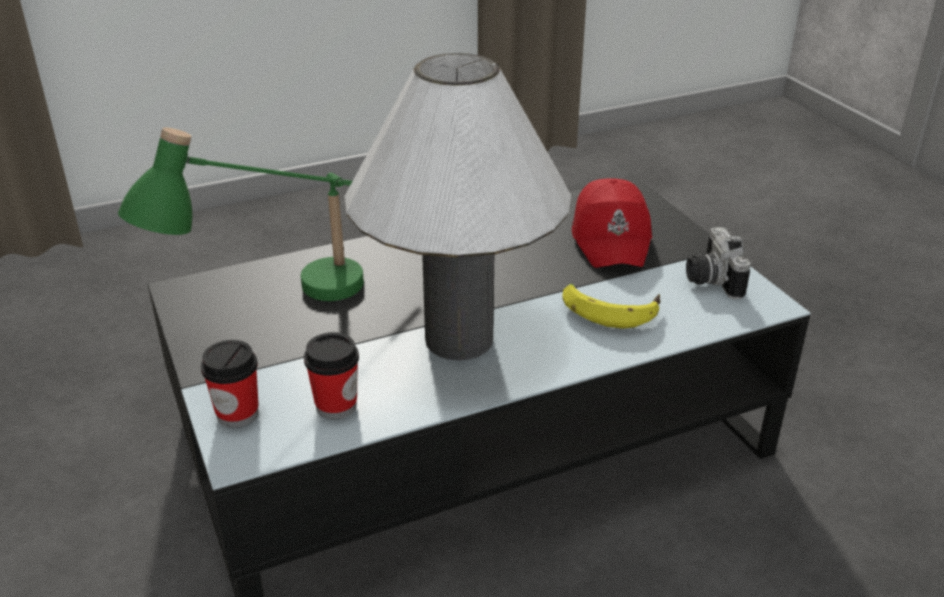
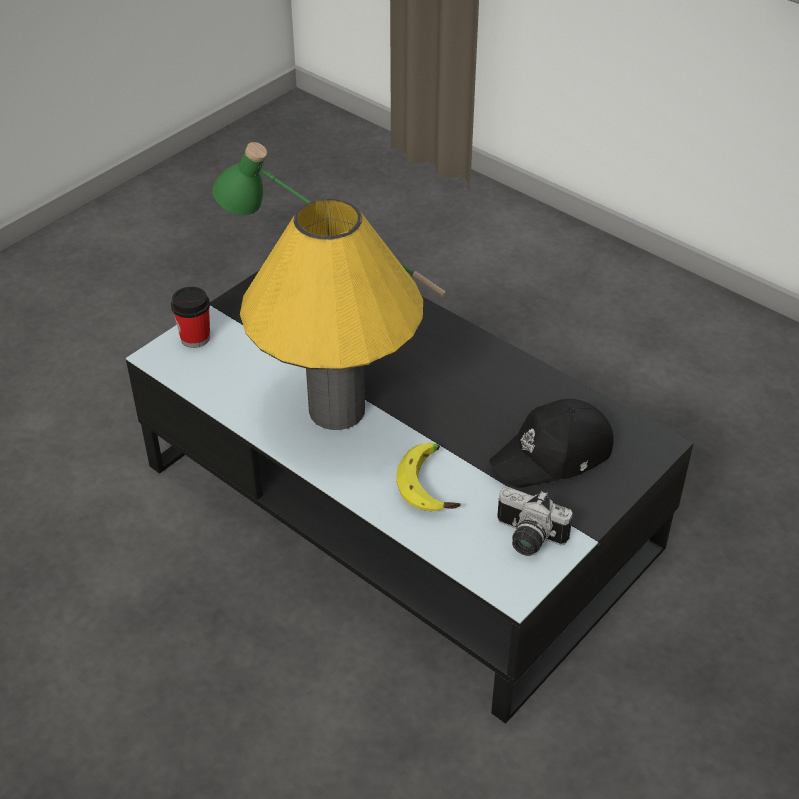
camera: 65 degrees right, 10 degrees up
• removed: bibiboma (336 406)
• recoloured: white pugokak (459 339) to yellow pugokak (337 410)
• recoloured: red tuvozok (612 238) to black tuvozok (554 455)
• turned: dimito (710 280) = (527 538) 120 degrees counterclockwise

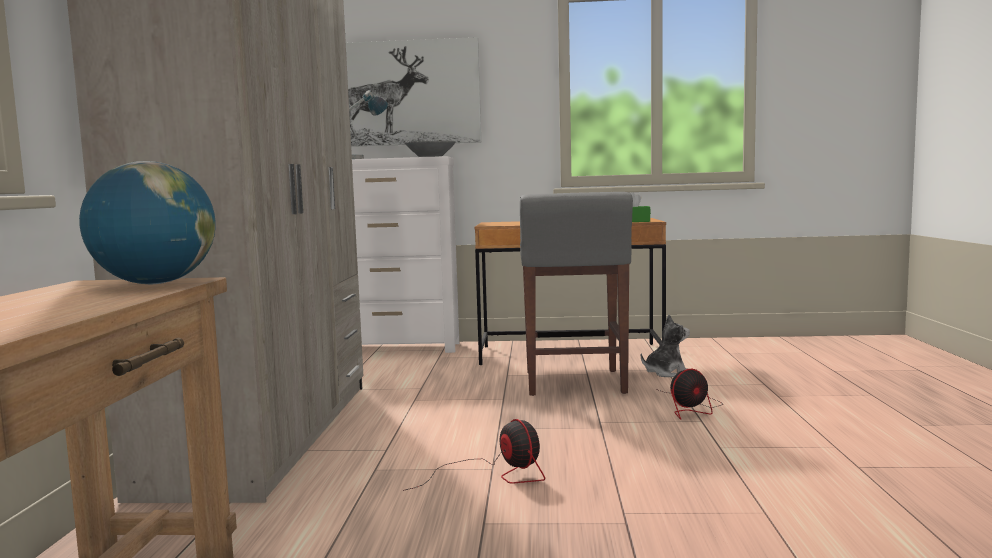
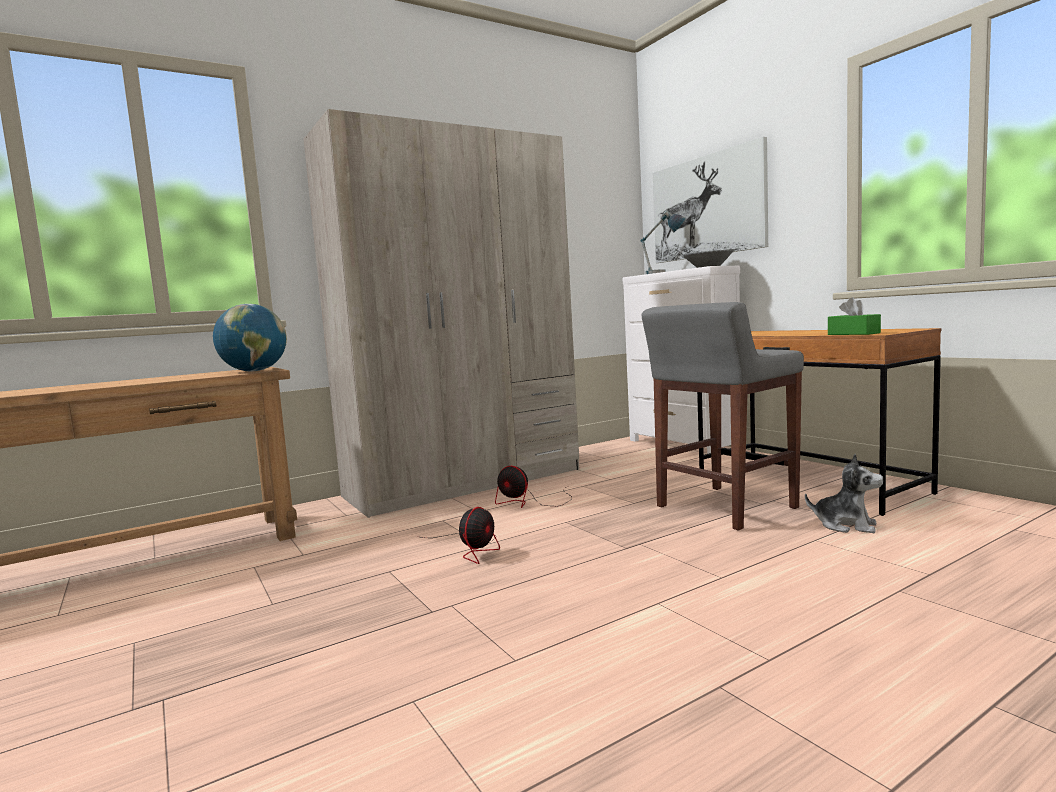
camera: 55 degrees right, 0 degrees up
• moved: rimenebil (691 409) to (531 502)

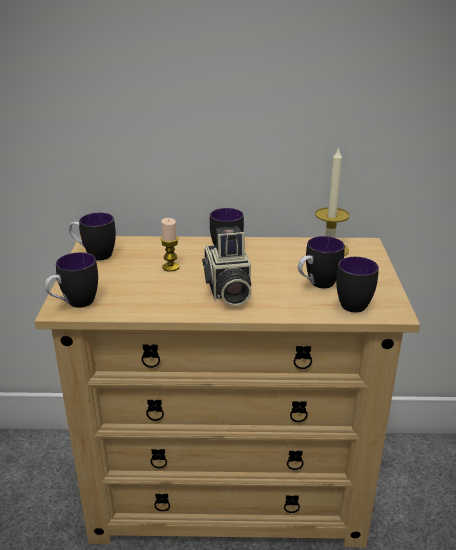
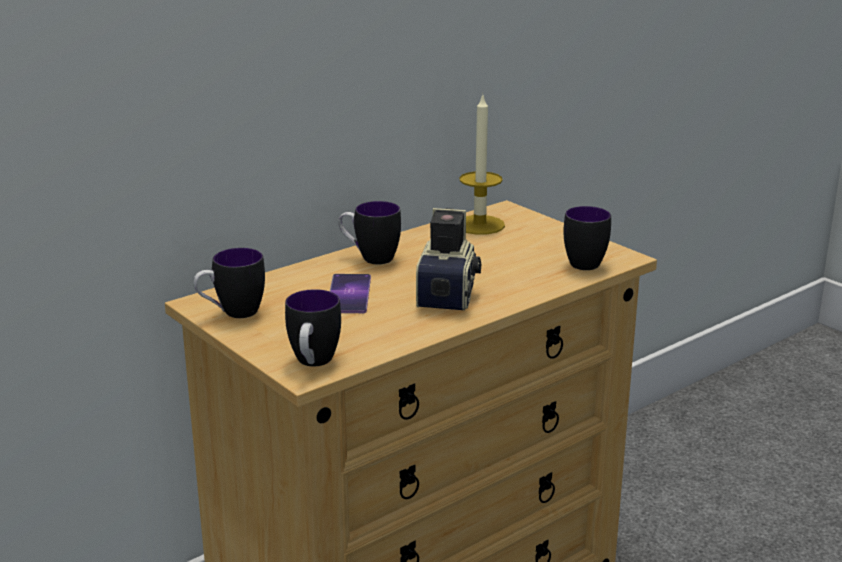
camera: 40 degrees left, 5 degrees down
• replaced: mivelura (171 267) to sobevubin (349 294)
• turned: dimito (227 290) = (450 293) 120 degrees counterclockwise
• removed: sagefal (317 285)

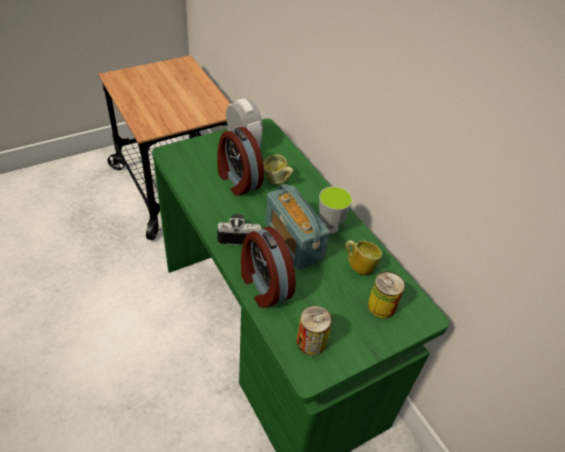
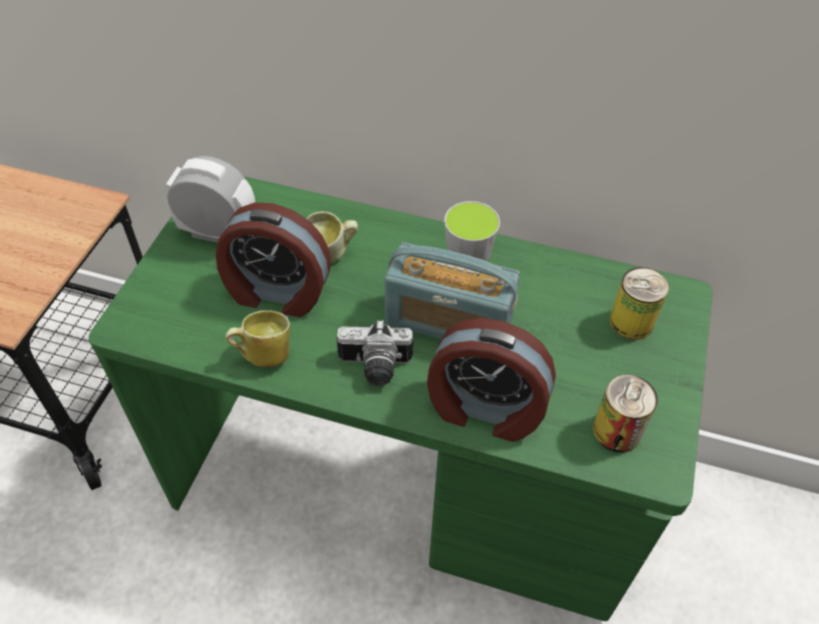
camera: 40 degrees left, 5 degrees up
• turned: dimito (239 235) = (374 368) 135 degrees counterclockwise
• moved: sagefal (359 265) to (263 354)

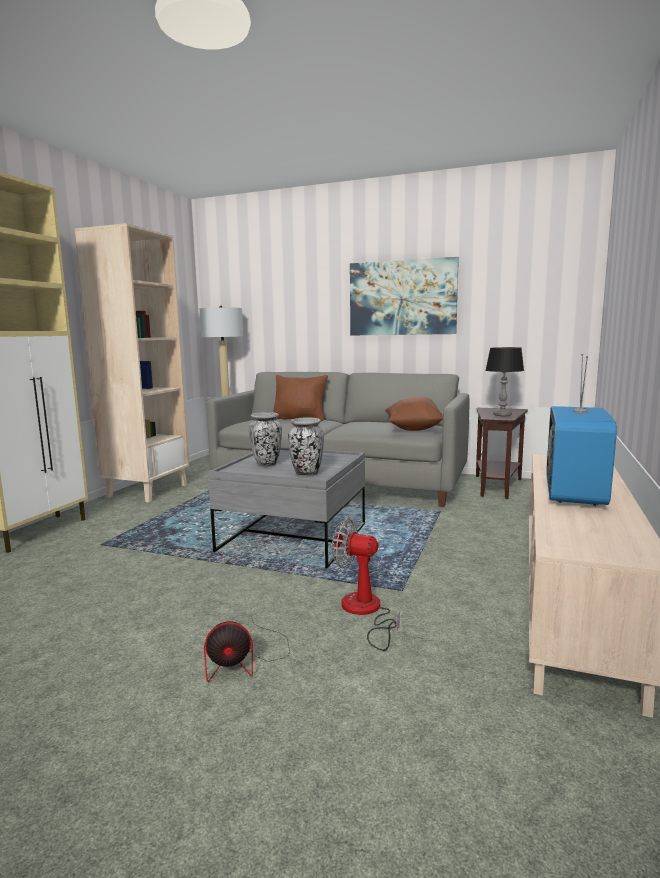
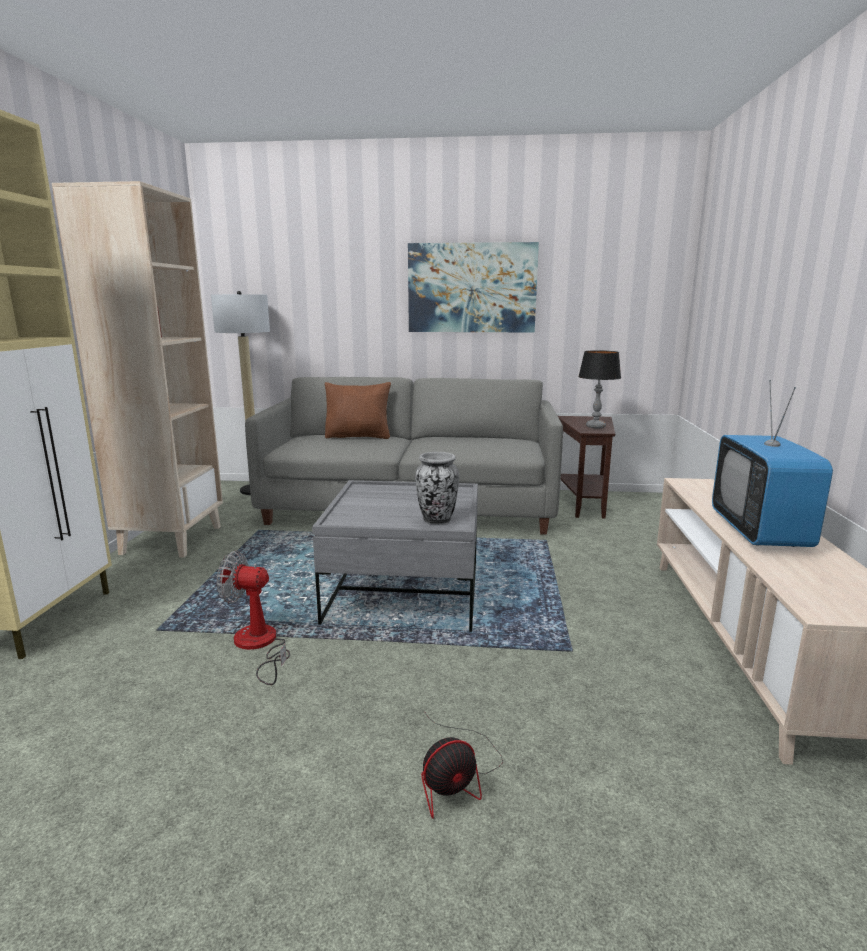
camera: 15 degrees left, 5 degrees up
• removed: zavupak (267 464)
• moved: rimenebil (365 612) to (259 646)
• removed: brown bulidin (413 429)

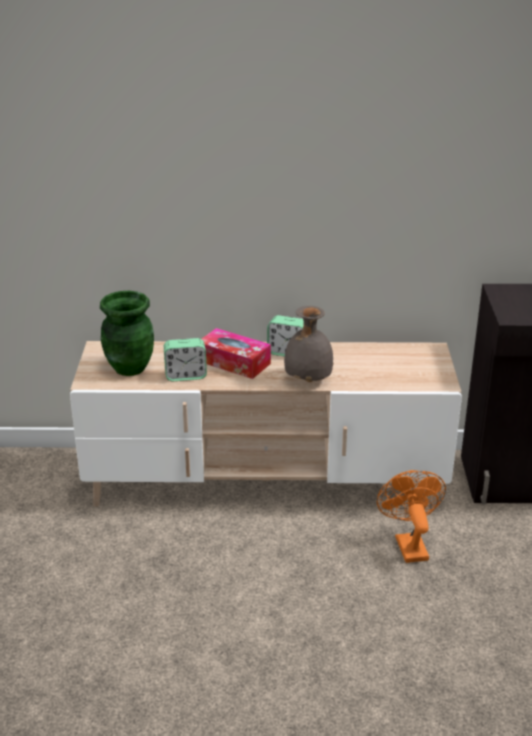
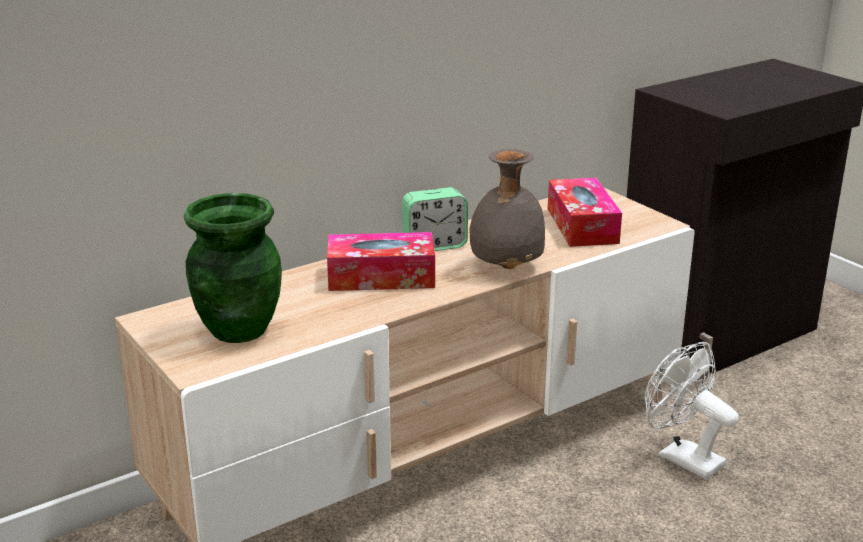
camera: 35 degrees left, 5 degrees down
• removed: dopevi (185 375)
• recoloured: orange rimenebil (408 544) to white rimenebil (682 457)
• added: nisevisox (582 225)

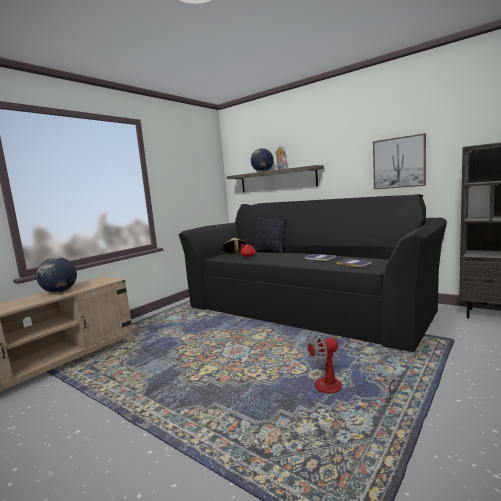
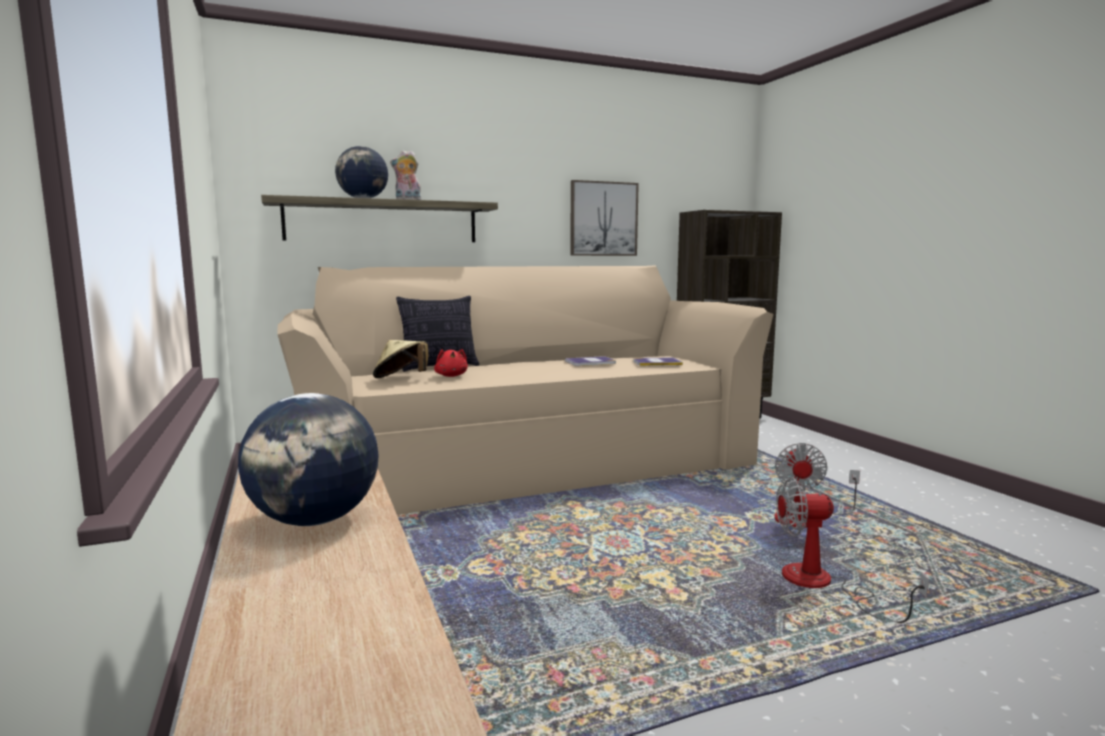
camera: 60 degrees left, 0 degrees up
• recoloured: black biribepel (306 306) to beige biribepel (523 460)
• added: rimenebil (822 585)

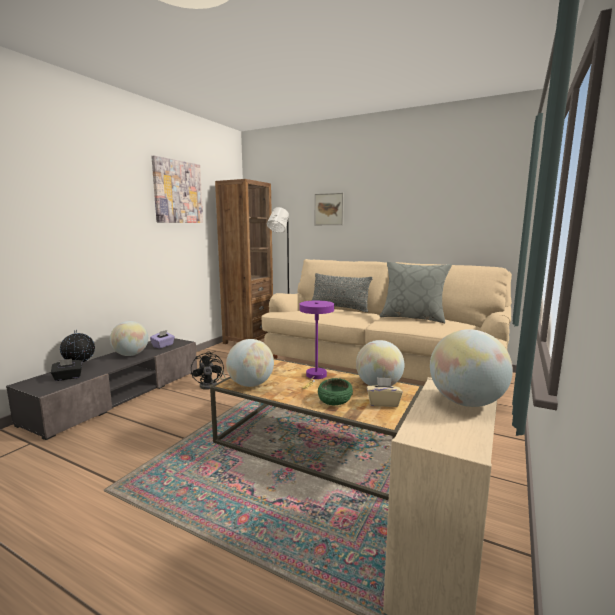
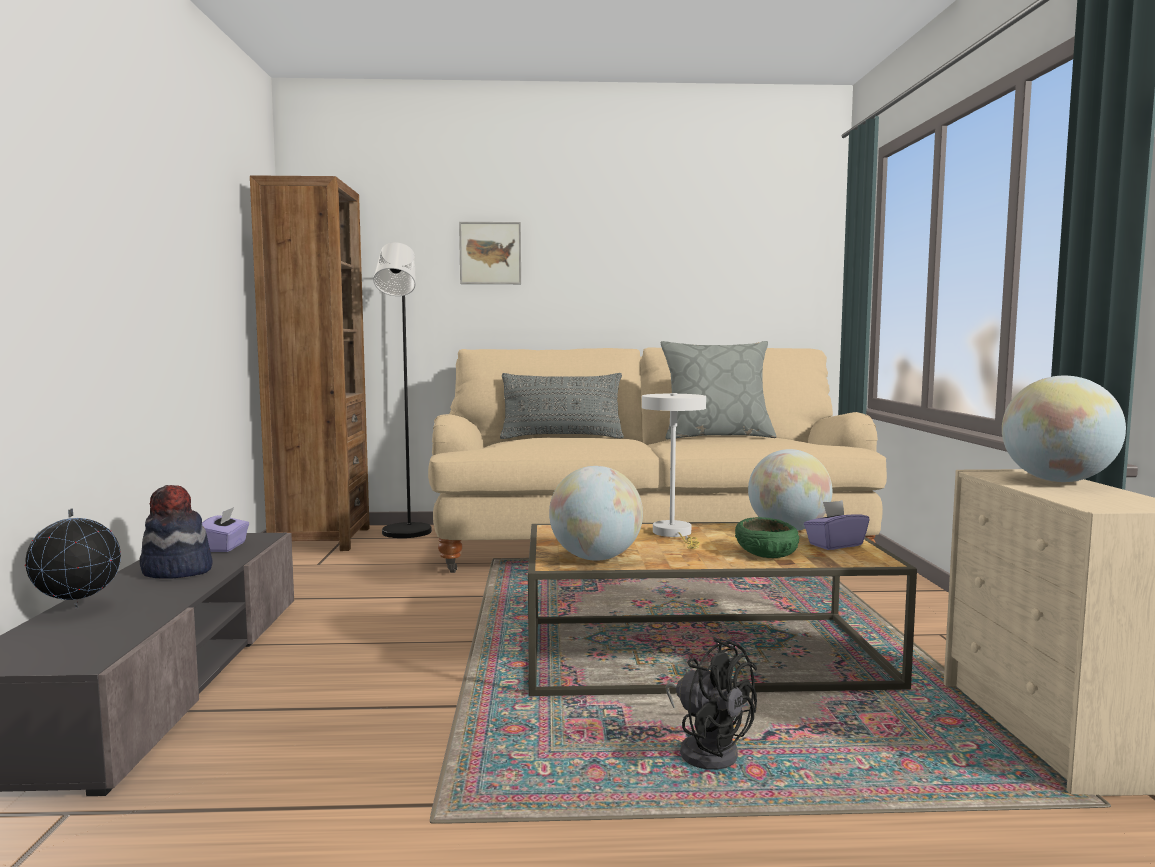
camera: 30 degrees left, 5 degrees down
• removed: black nisevisox (68 377)
• replaced: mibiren (131 355) to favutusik (177 571)
• removed: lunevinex (178 192)
• moved: black rimenebil (211 385) to (707 750)
• recoloured: purple pugokak (315 376) to white pugokak (675 534)
• recoloured: beige nisevisox (383 403) to purple nisevisox (835 545)

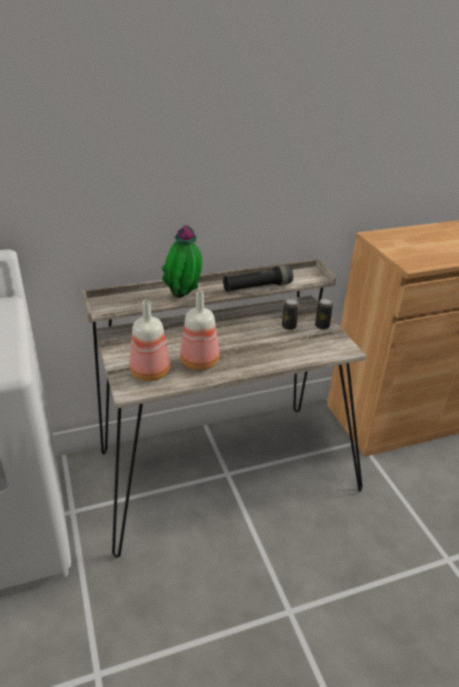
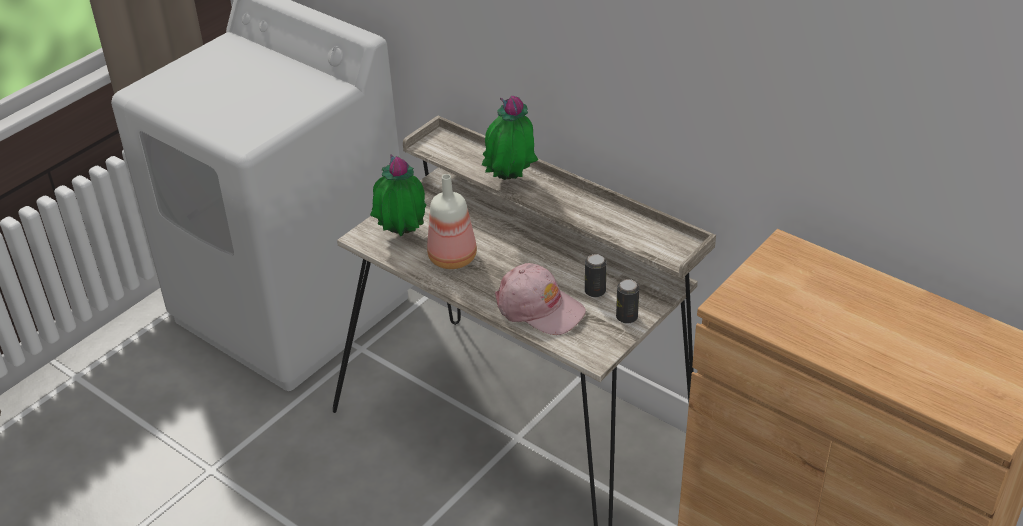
camera: 60 degrees right, 5 degrees up
• replaced: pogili (150 373) to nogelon (401 236)
• removed: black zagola (257 287)
• added: pink tuvozok (539 308)

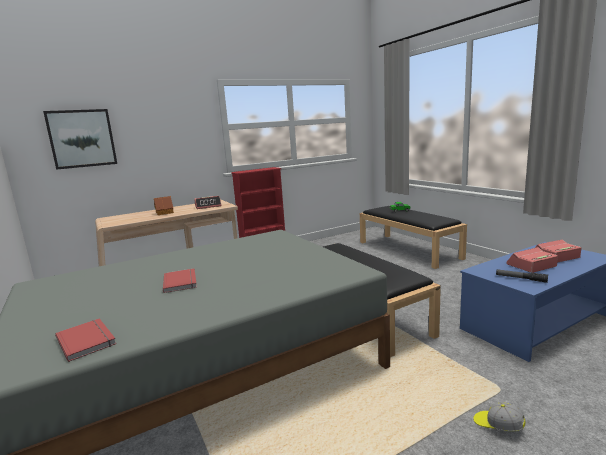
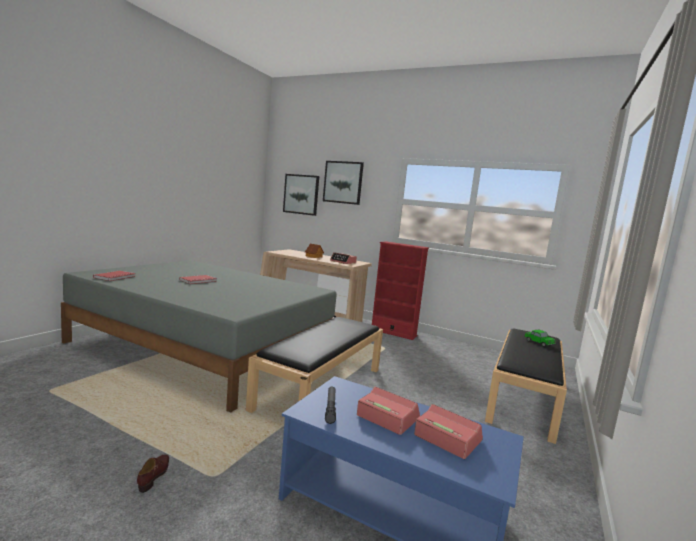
camera: 55 degrees right, 5 degrees down
• replaced: tuvozok (498 425) to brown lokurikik (155 475)
• added: lunevinex (343 182)

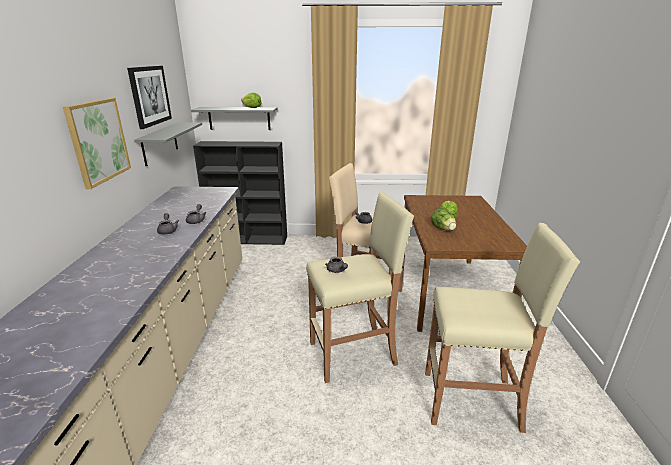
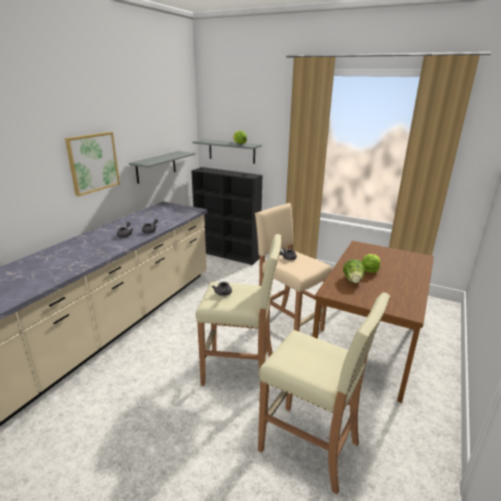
camera: 25 degrees right, 0 degrees up
• removed: lunevinex (150 95)

